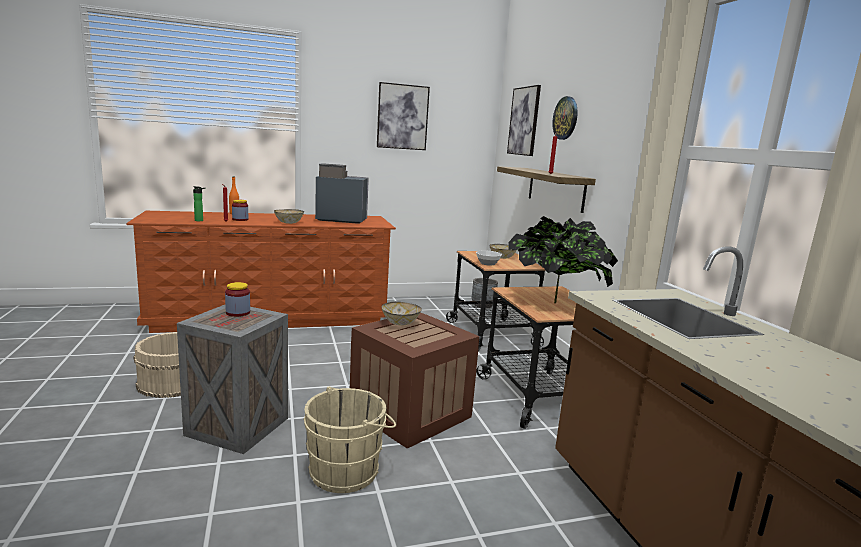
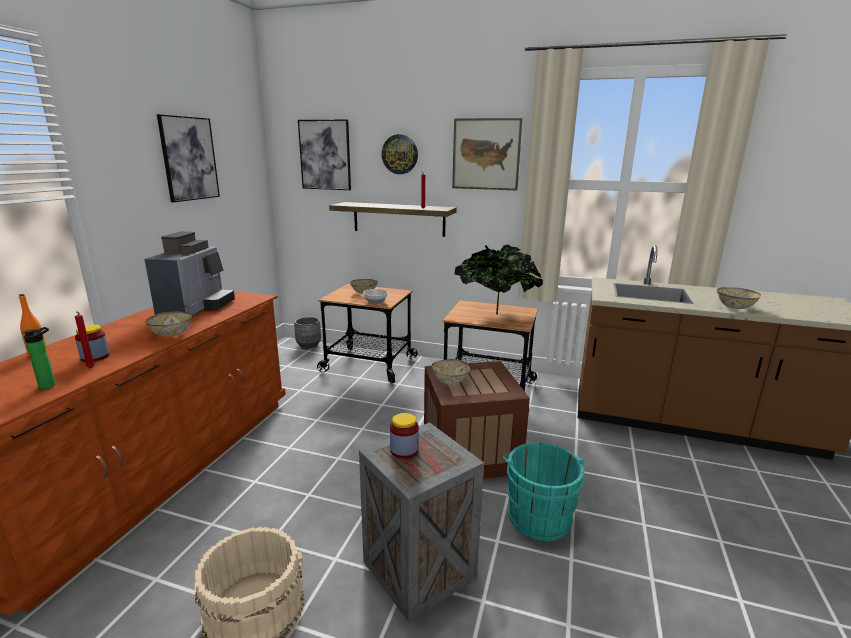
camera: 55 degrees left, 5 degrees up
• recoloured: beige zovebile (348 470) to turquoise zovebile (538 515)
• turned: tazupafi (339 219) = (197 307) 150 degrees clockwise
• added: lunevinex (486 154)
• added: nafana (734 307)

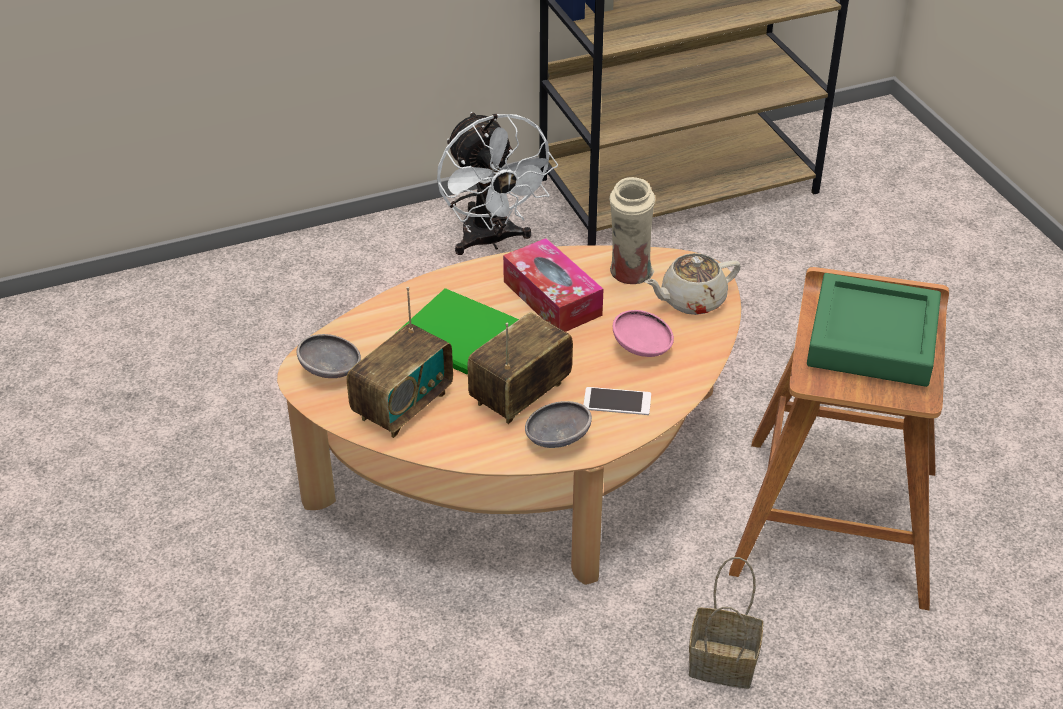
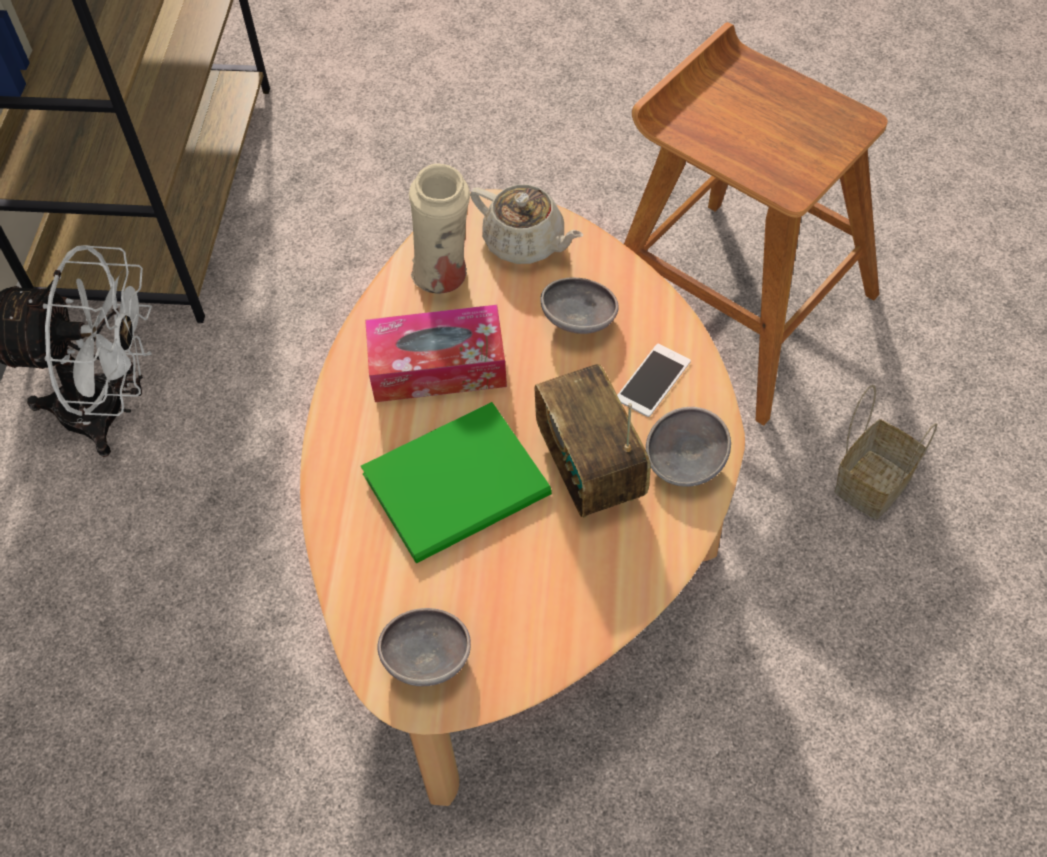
camera: 60 degrees left, 15 degrees up
• removed: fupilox (402 406)
• recoloured: pink nafana (643 349) to grey nafana (580 320)
• turned: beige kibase (691 300) = (526 243) 60 degrees counterclockwise
• removed: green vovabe (872 339)

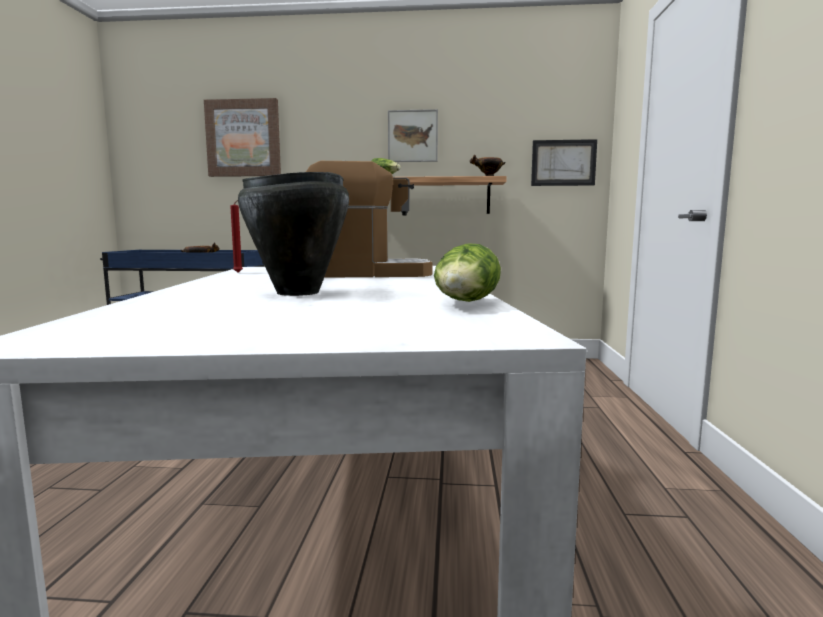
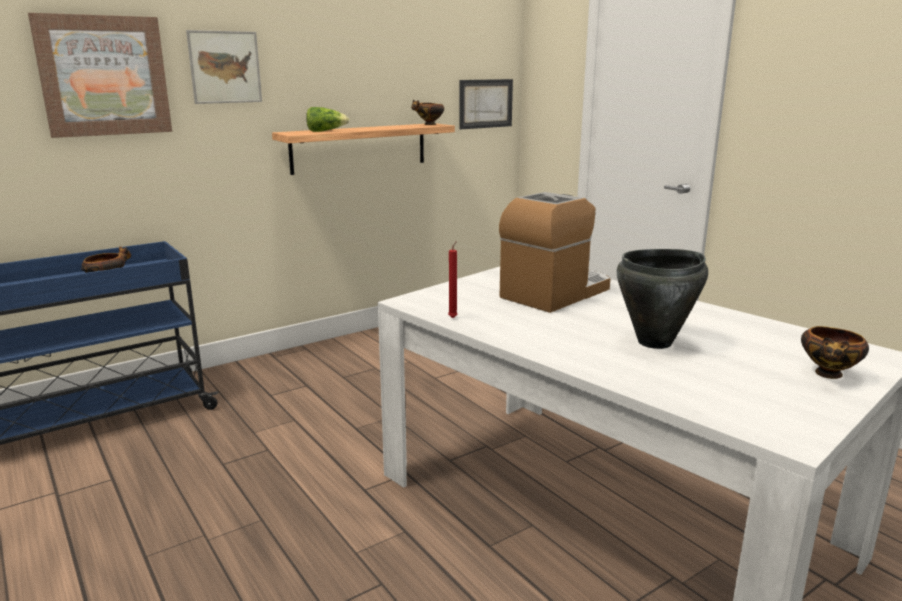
camera: 40 degrees left, 10 degrees up
• moved: lunevinex (412 136) to (225 67)
• removed: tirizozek (466 303)
• added: nafana (829 375)

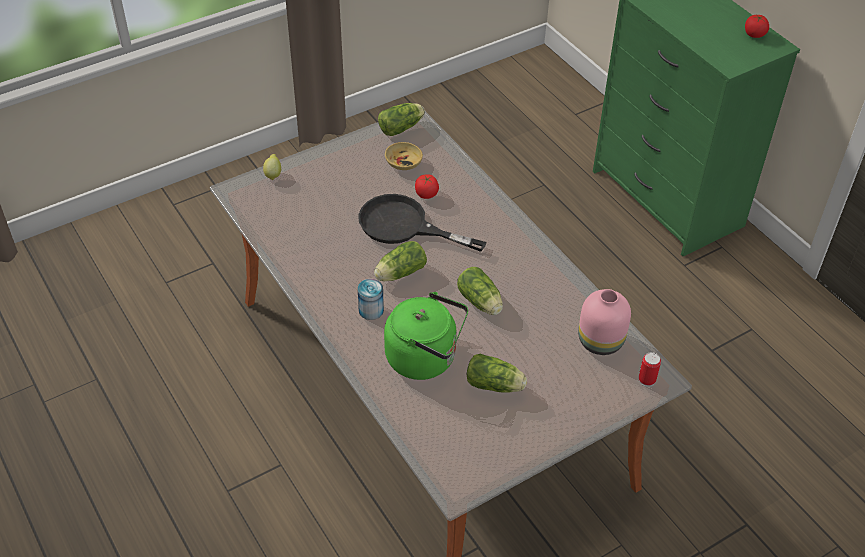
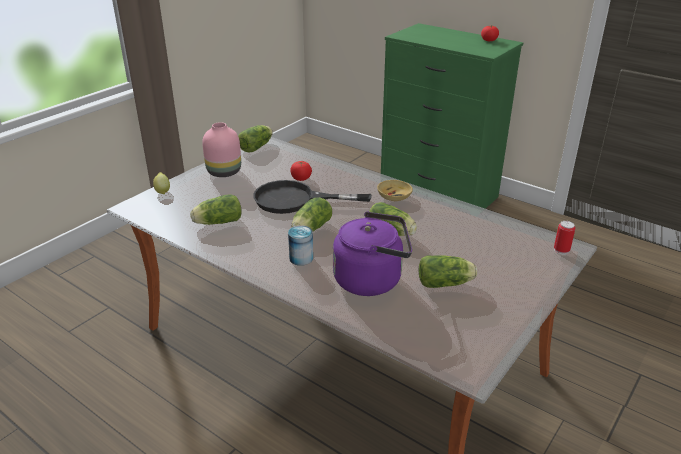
camera: 20 degrees left, 15 degrees down
• recoloured: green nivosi (425 358) to purple nivosi (372 280)
• moved: beige nafana (404 162) to (394 196)
• moved: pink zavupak (599 341) to (223 172)
• added: tirizozek (217 222)

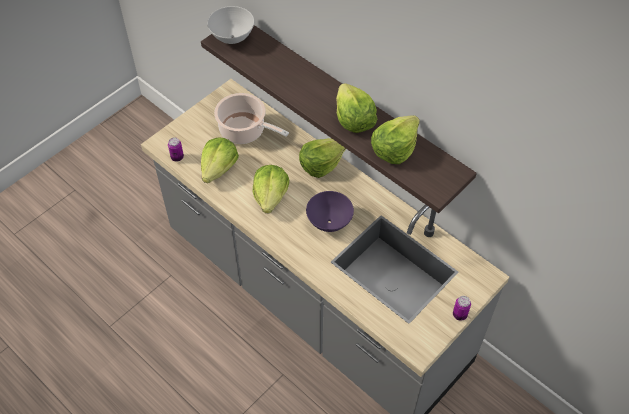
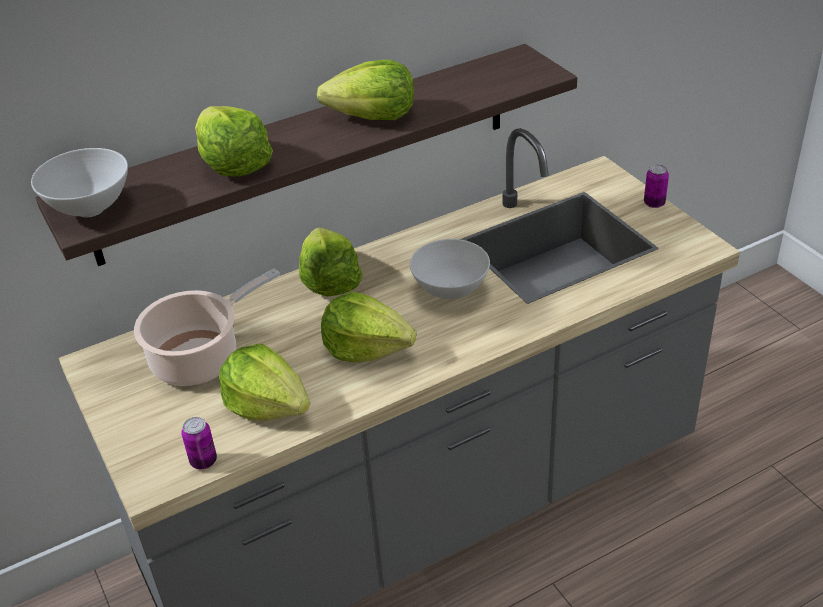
camera: 70 degrees left, 15 degrees down
• recoloured: purple nafana (329 222) to white nafana (450 292)
• moved: tirizozek (394 148) to (233 164)

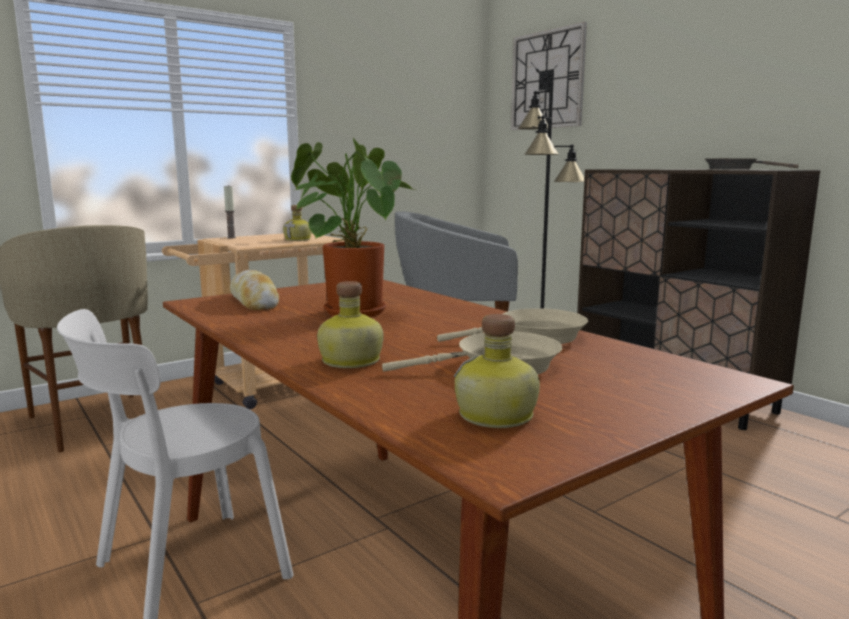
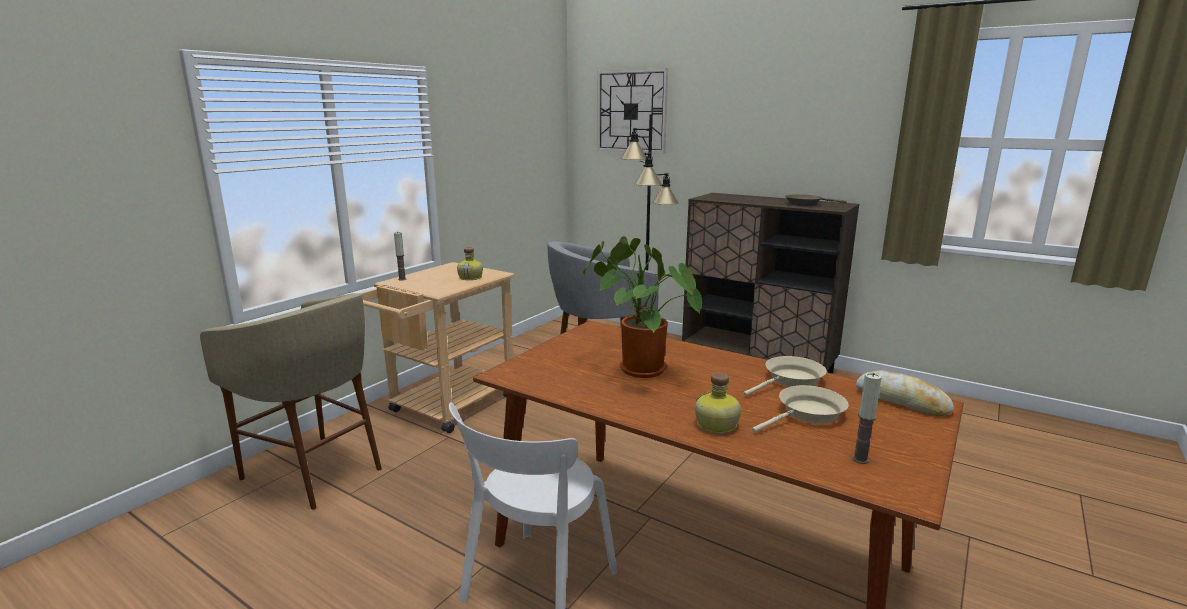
camera: 20 degrees left, 5 degrees up
• moved: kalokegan (254 301) to (901 401)
• replaced: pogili (496 416) to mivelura (860 459)

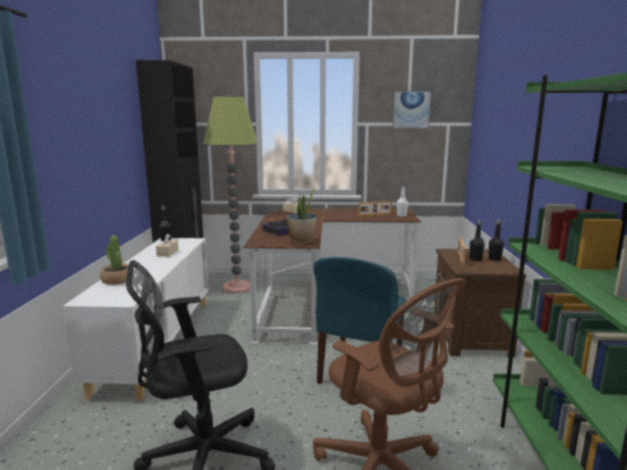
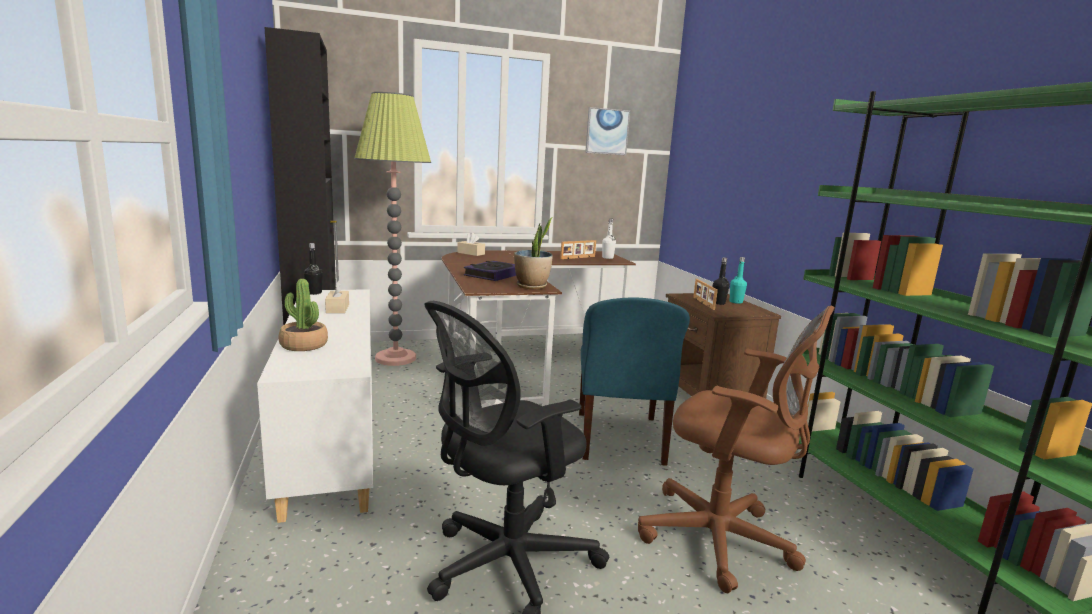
camera: 20 degrees left, 0 degrees up
• recoloured: black pogili (494 259) to turquoise pogili (736 302)

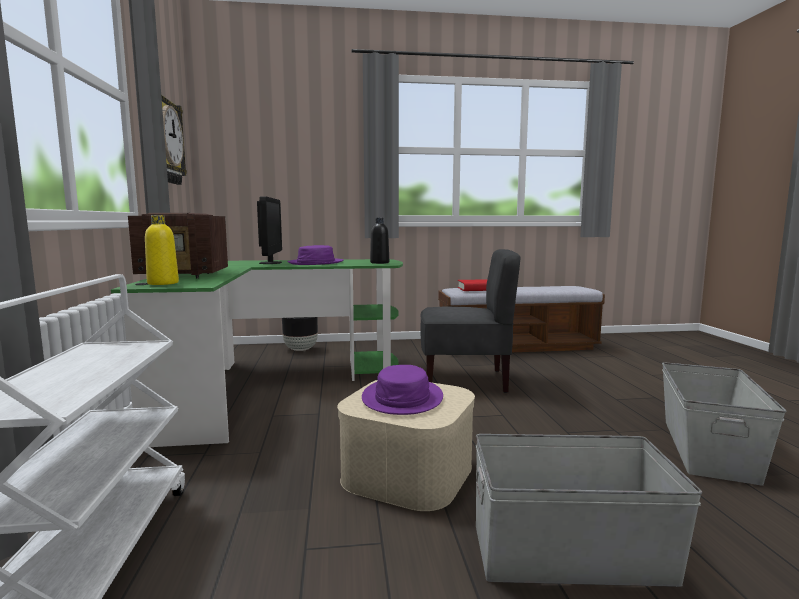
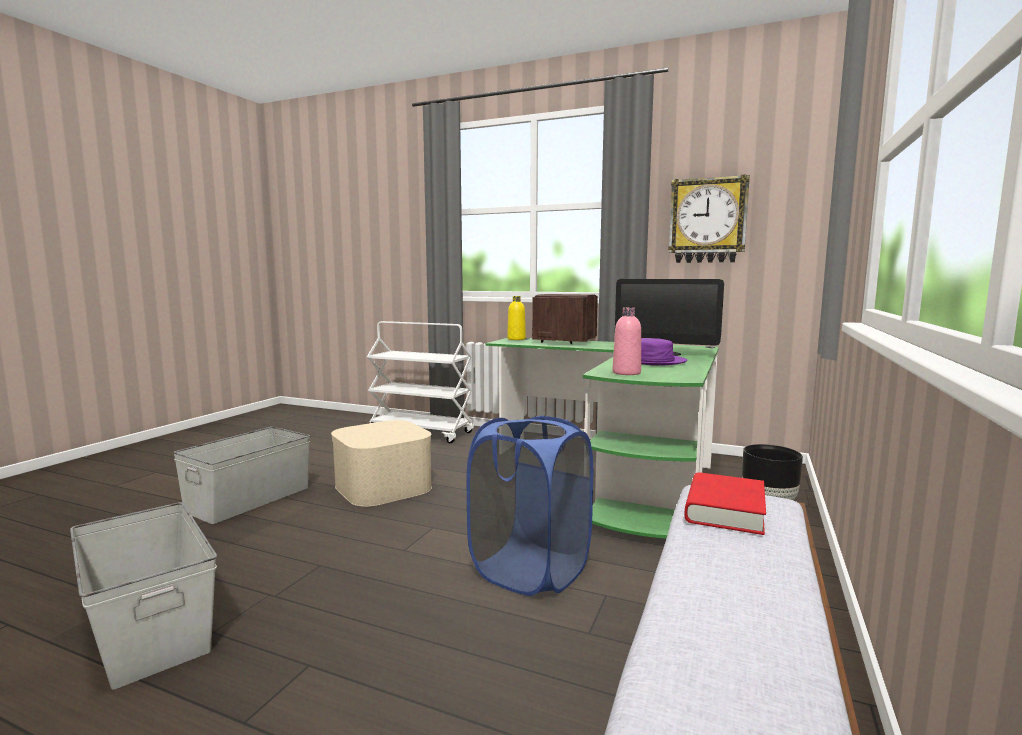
camera: 120 degrees right, 0 degrees up
• removed: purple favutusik (403 398)
• recoloured: black pogili (379 262) to pink pogili (626 373)
• replaced: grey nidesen (465 380) to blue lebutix (530 570)

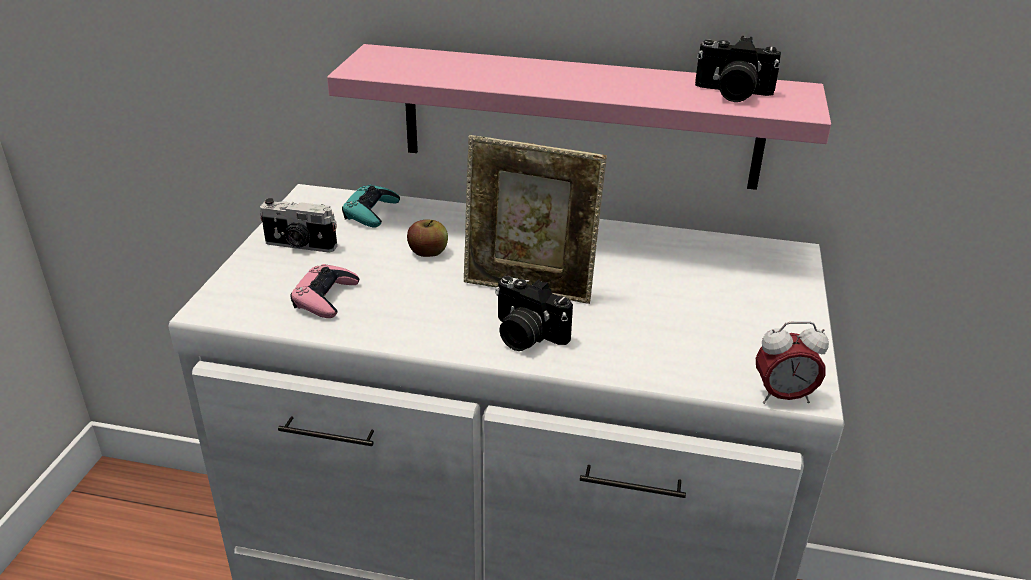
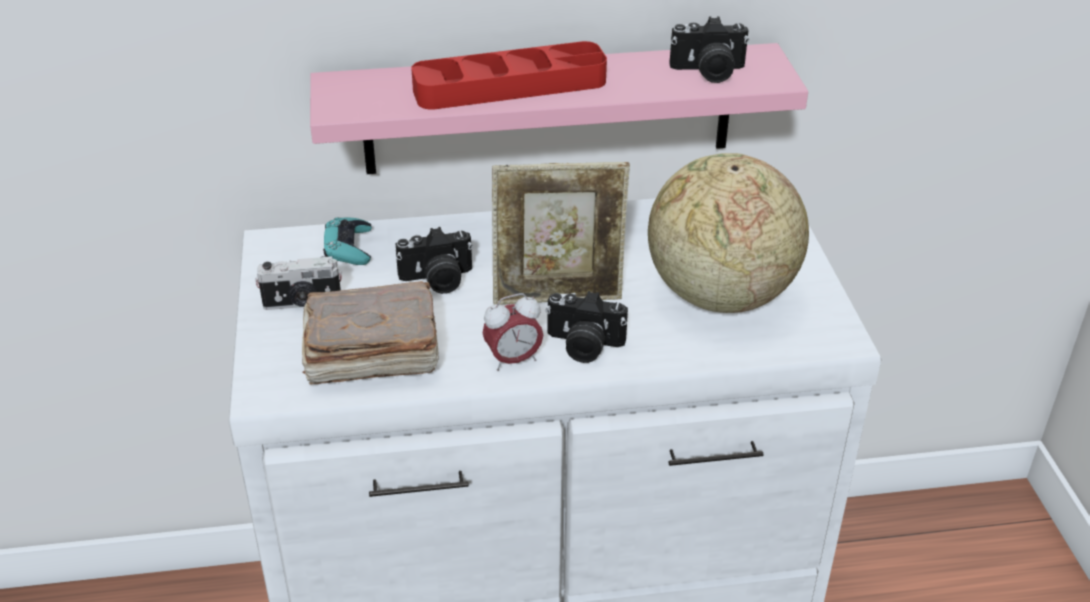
camera: 20 degrees left, 5 degrees up
• replaced: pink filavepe (325 298) to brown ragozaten (370 354)
• replaced: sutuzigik (428 252) to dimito (437 280)
• moved: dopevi (783 396) to (513 360)
• added: red vovabe (510 86)
• added: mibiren (719 295)

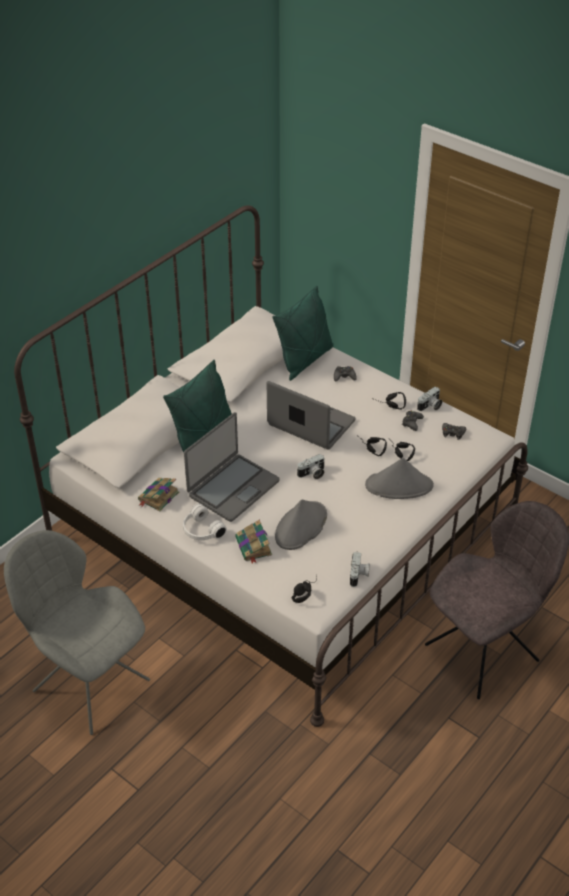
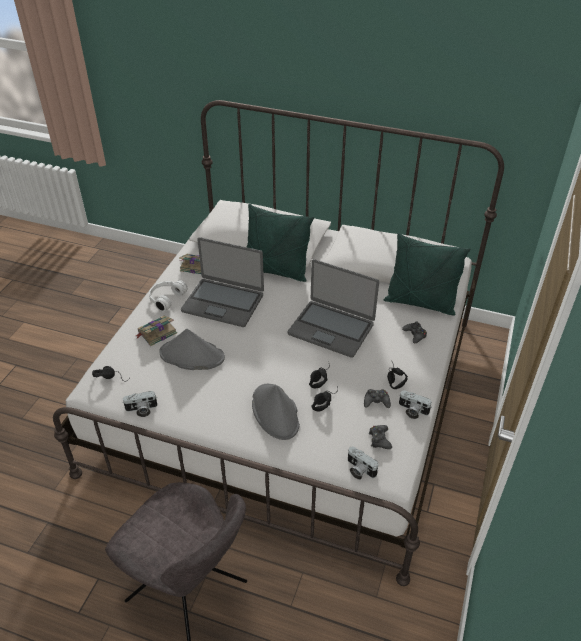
camera: 70 degrees right, 0 degrees up
• removed: grey nidesen (88 683)
• turned: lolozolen (310 424) = (331 328) 105 degrees clockwise
• moved: dimito (312 474) to (359 470)

